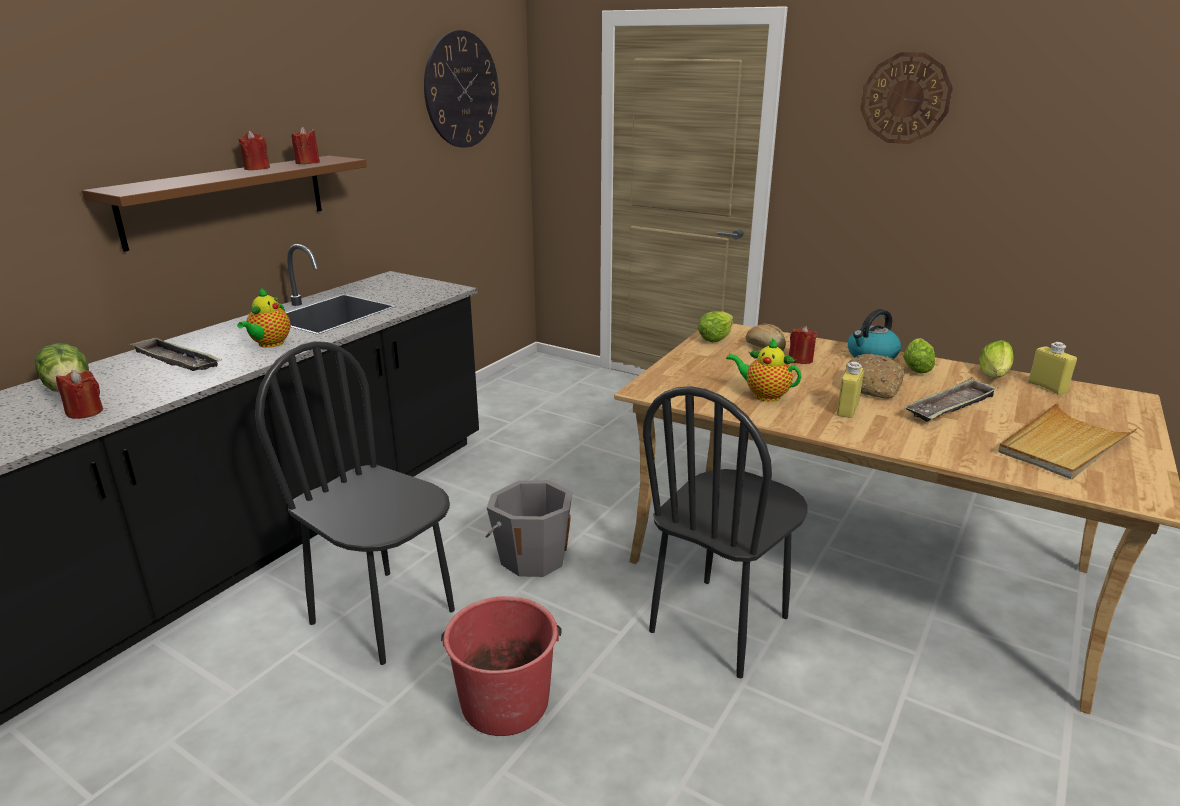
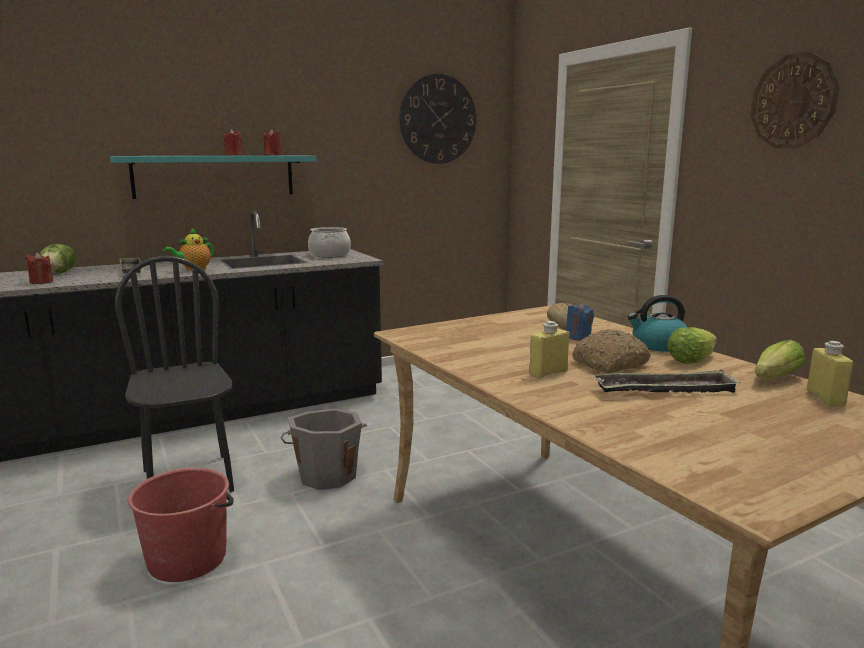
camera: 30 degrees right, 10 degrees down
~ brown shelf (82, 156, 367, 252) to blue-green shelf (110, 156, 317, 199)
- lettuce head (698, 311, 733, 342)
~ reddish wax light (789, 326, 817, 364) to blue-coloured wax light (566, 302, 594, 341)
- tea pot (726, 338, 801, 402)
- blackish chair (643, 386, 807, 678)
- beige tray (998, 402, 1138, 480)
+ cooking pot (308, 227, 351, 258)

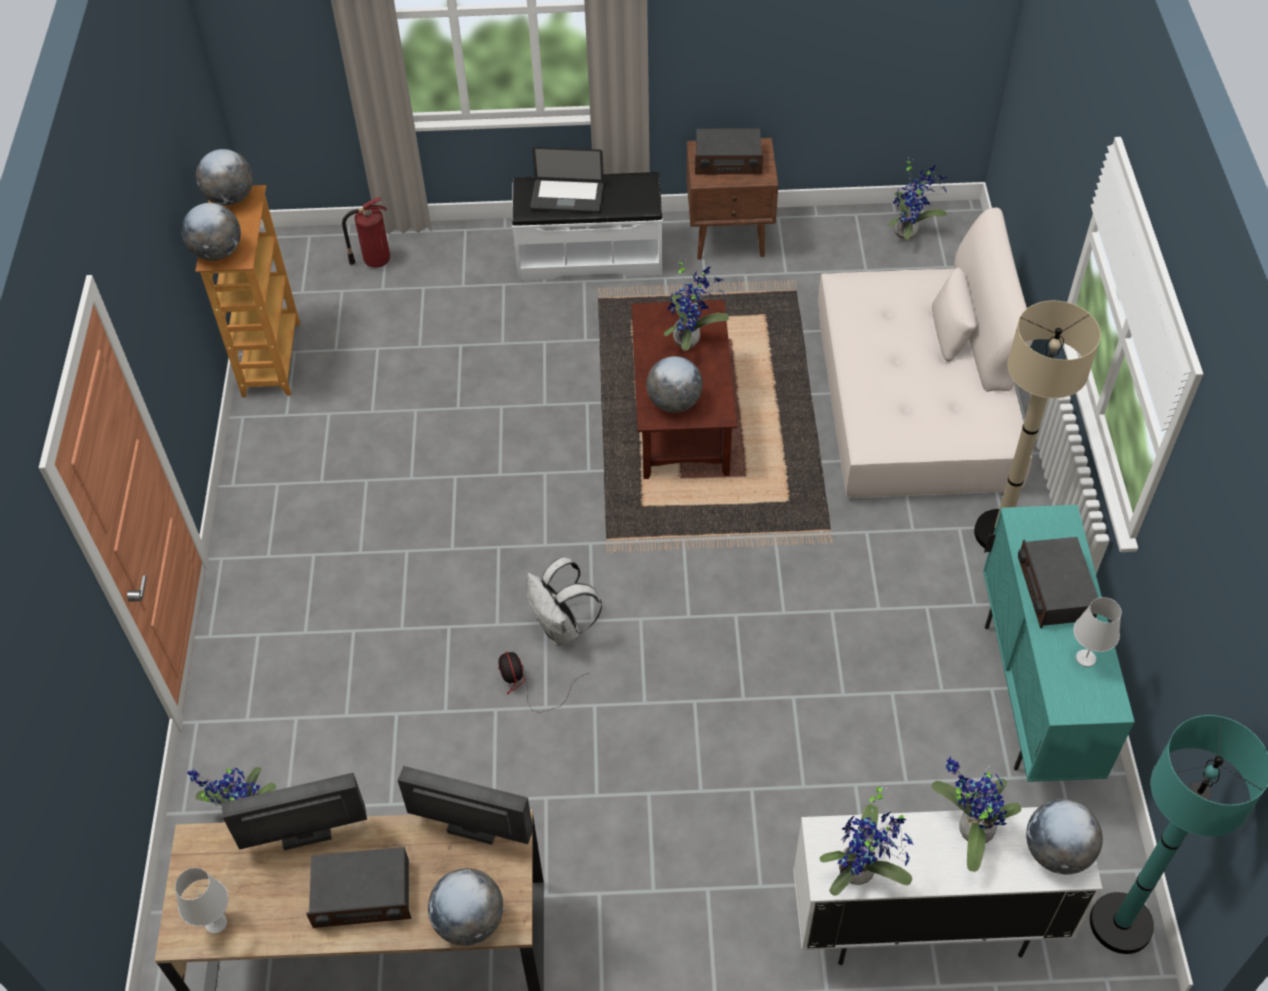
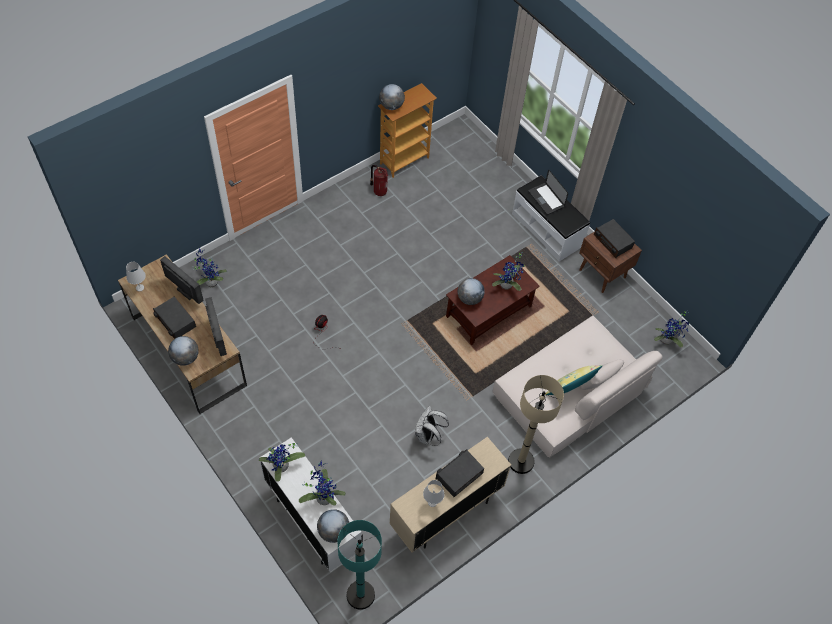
camera: 50 degrees right, 5 degrees up
- globe (196, 149, 253, 206)
~ extinguisher (342, 197, 390, 268) to (370, 165, 388, 196)
~ blue-green cupboard (983, 505, 1135, 782) to beige cupboard (389, 437, 511, 553)
~ white knapsack (526, 557, 602, 646) to (415, 406, 449, 446)
+ yellow-coloured pillow (545, 365, 603, 395)

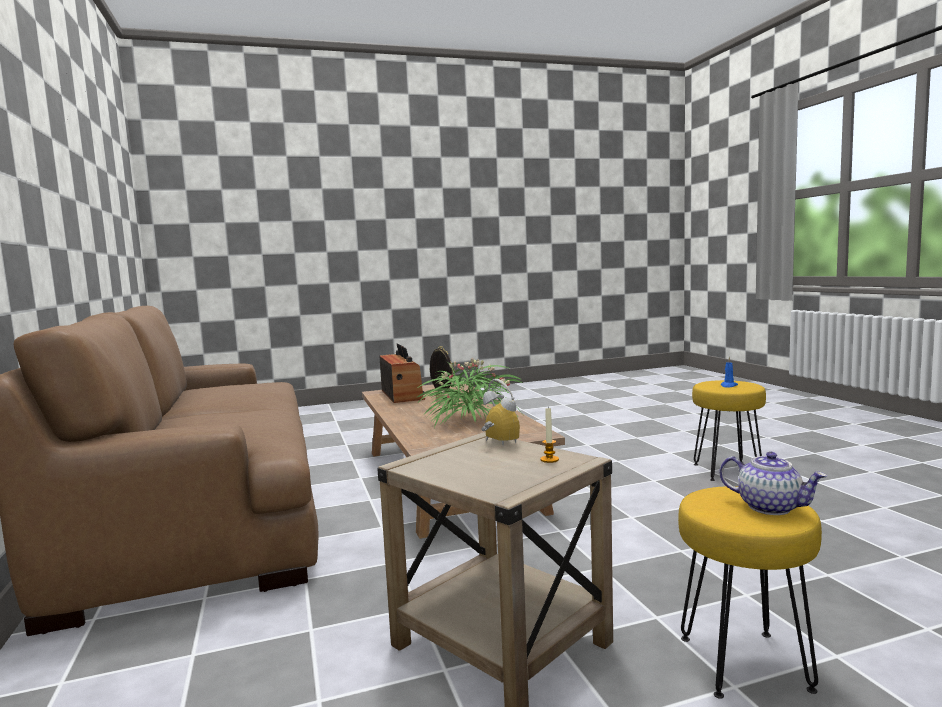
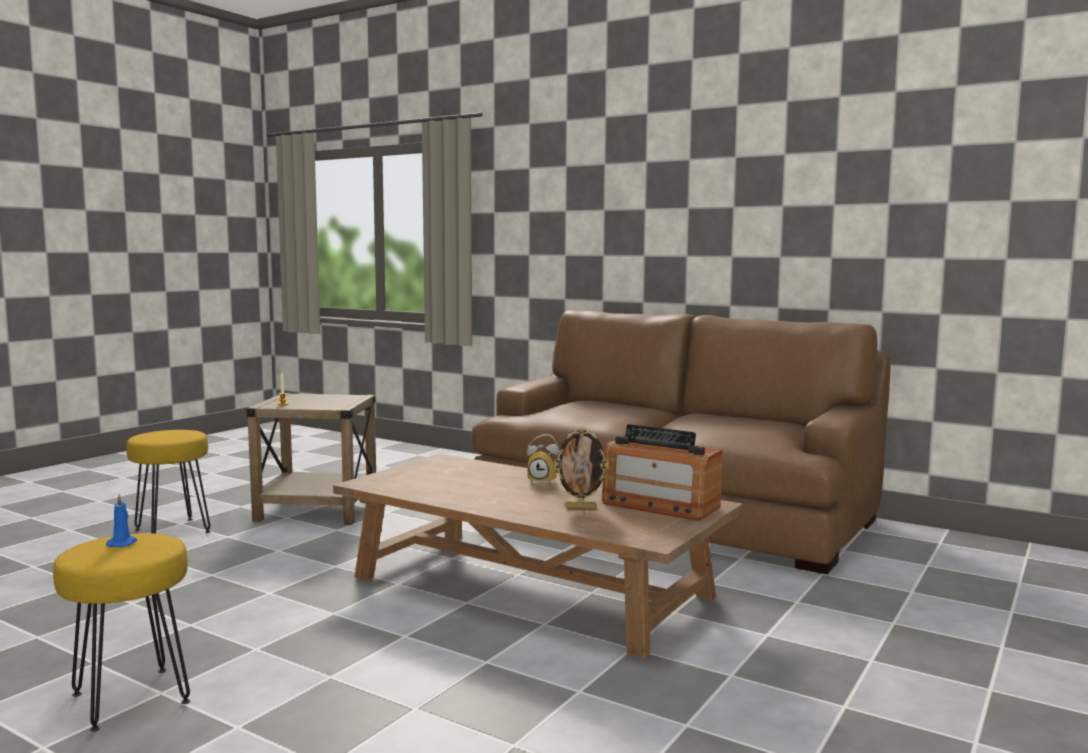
camera: 140 degrees right, 0 degrees up
- houseplant (416, 358, 523, 428)
~ bedside clock (481, 379, 520, 445) to (527, 434, 560, 484)
- tea pot (719, 452, 827, 515)

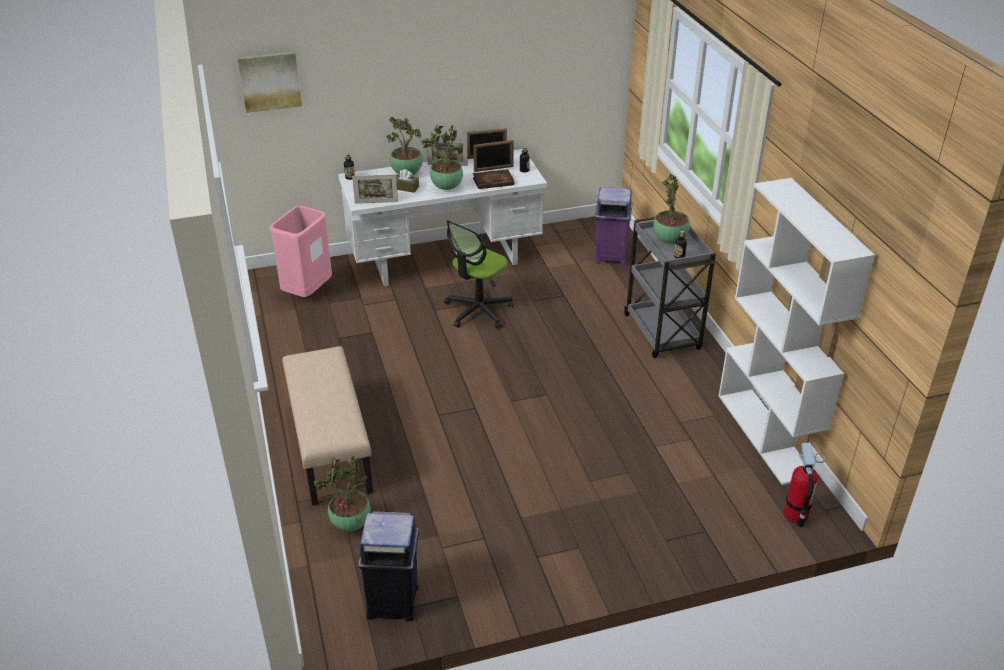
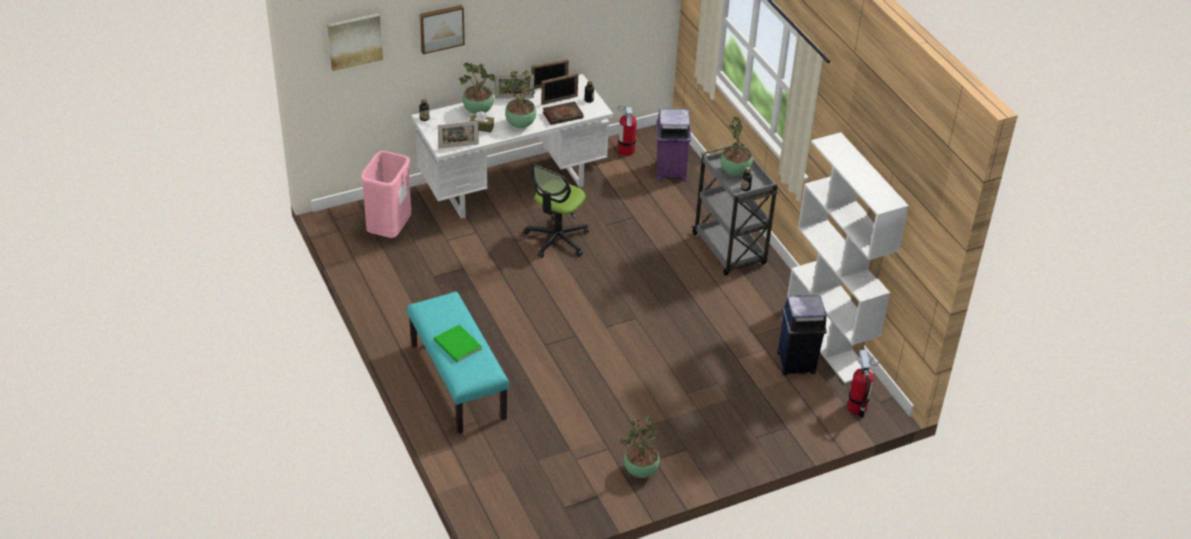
camera: 10 degrees left, 5 degrees up
~ beige indoor bench (282, 346, 373, 506) to blue-green indoor bench (407, 292, 509, 434)
~ houseplant (314, 456, 371, 532) to (620, 416, 660, 478)
~ blue-coloured waste bin (358, 511, 419, 622) to (777, 295, 827, 375)
+ picture (419, 5, 465, 54)
+ extinguisher (618, 106, 637, 156)
+ green-coloured bound book (434, 324, 482, 362)

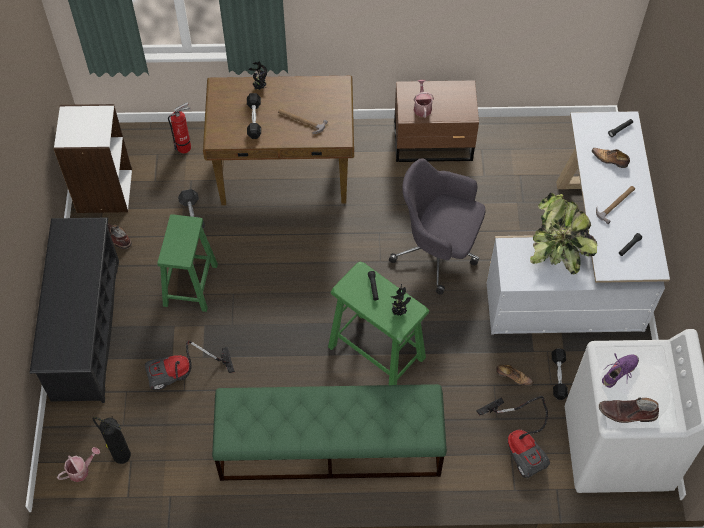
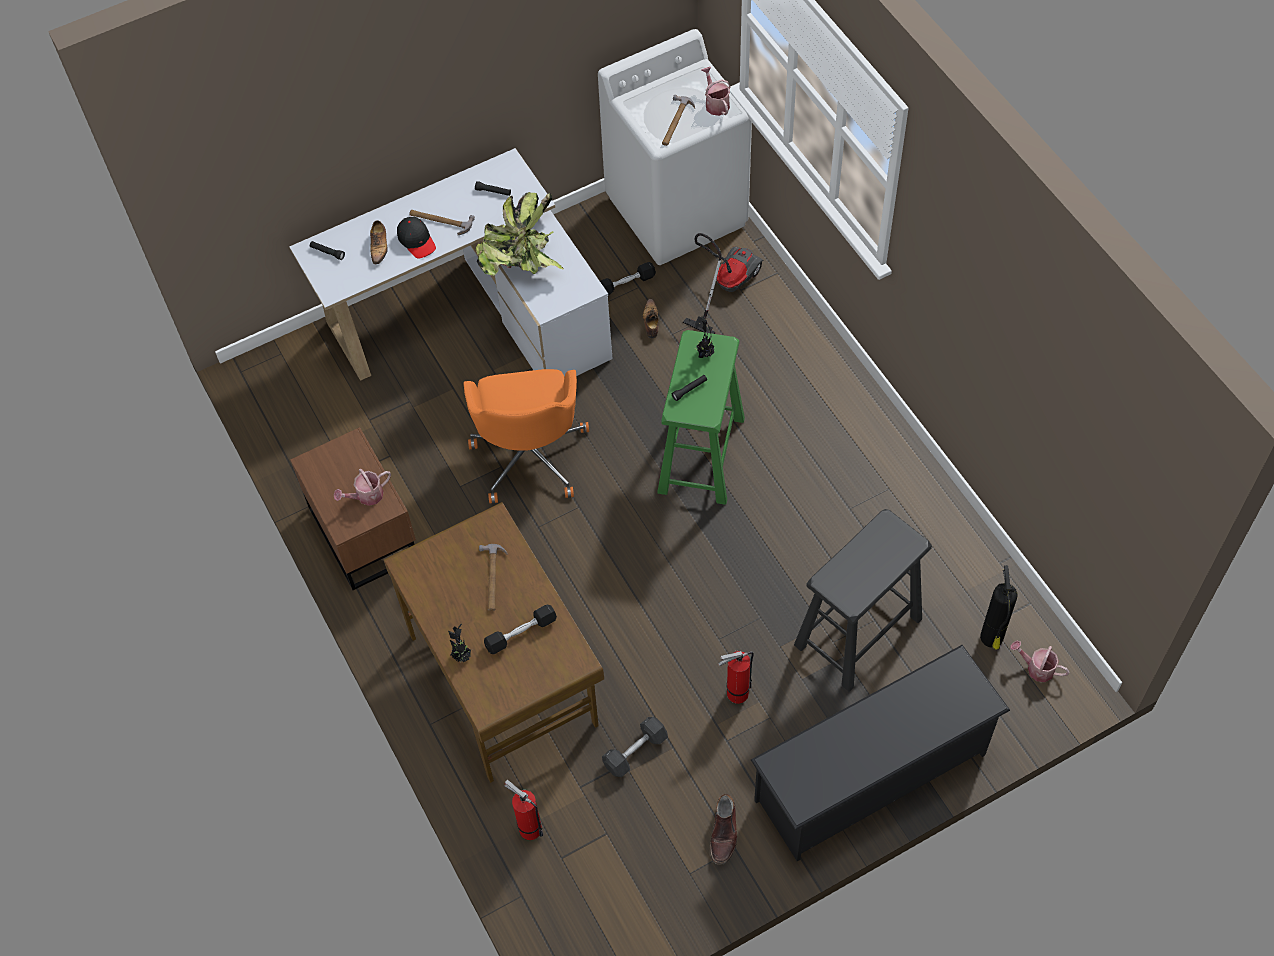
camera: 115 degrees left, 0 degrees up
- white bookshelf (54, 104, 132, 213)
~ gray desk chair (389, 159, 485, 295) to orange-coloured desk chair (464, 369, 589, 504)
~ green-coloured stool (157, 214, 218, 312) to extinguisher (718, 651, 754, 704)
~ hoover (145, 340, 235, 391) to blackish stool (794, 509, 932, 691)
~ purple shoe (602, 353, 639, 388) to tool hammer (662, 95, 695, 146)
- green-coloured indoor bench (212, 384, 447, 481)
~ brown boot (599, 397, 659, 423) to sprinkling can (702, 67, 731, 116)
+ blackish baseball cap (397, 217, 436, 259)

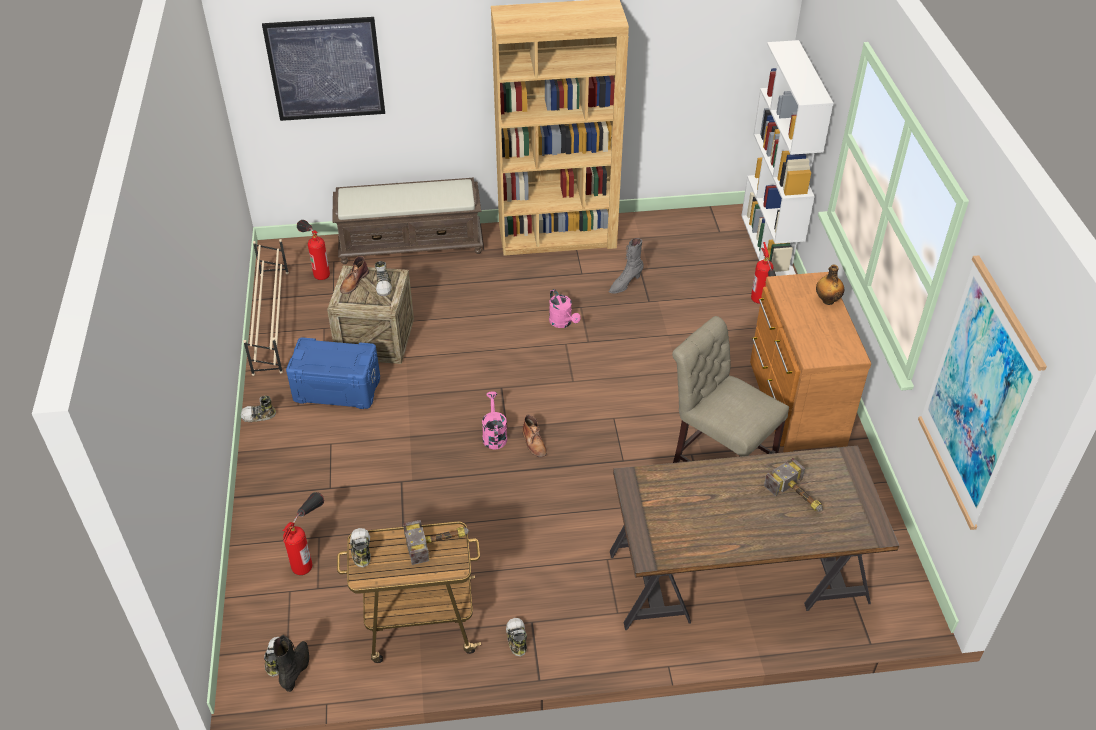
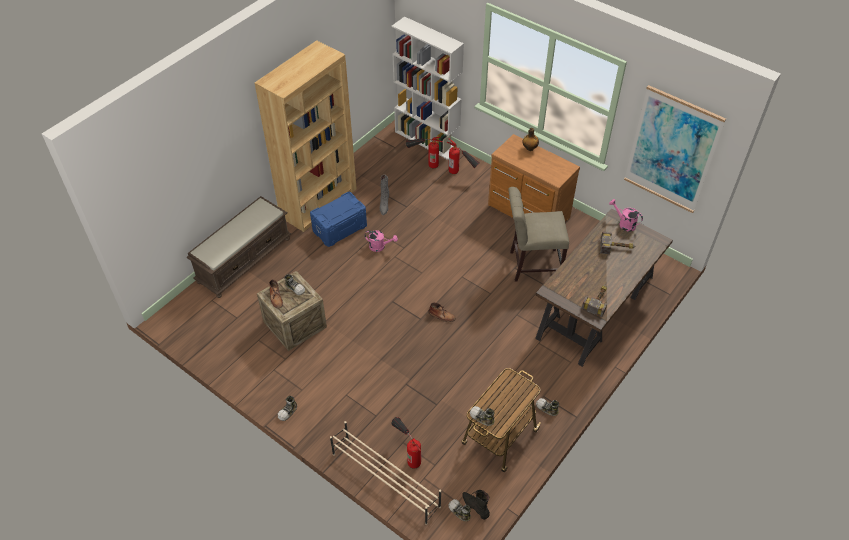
camera: 45 degrees left, 5 degrees up
- picture (262, 17, 385, 121)
~ extinguisher (297, 220, 330, 280) to (406, 137, 443, 168)
~ beige shoe rack (243, 239, 289, 376) to (330, 421, 441, 525)
~ blue-coloured storage container (286, 337, 380, 409) to (310, 192, 367, 247)
~ pinkish sprinkling can (482, 391, 507, 449) to (609, 199, 643, 232)
~ tool hammer (403, 520, 469, 565) to (582, 285, 607, 317)

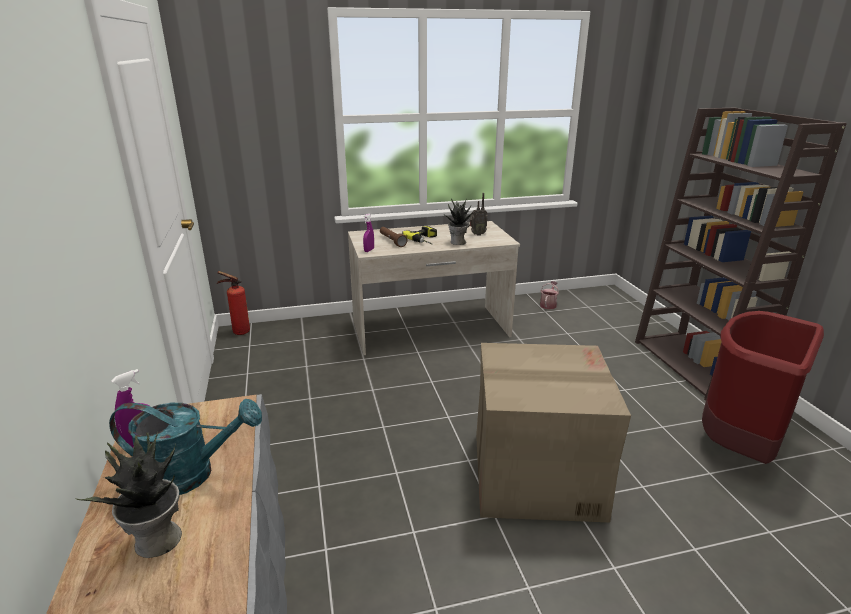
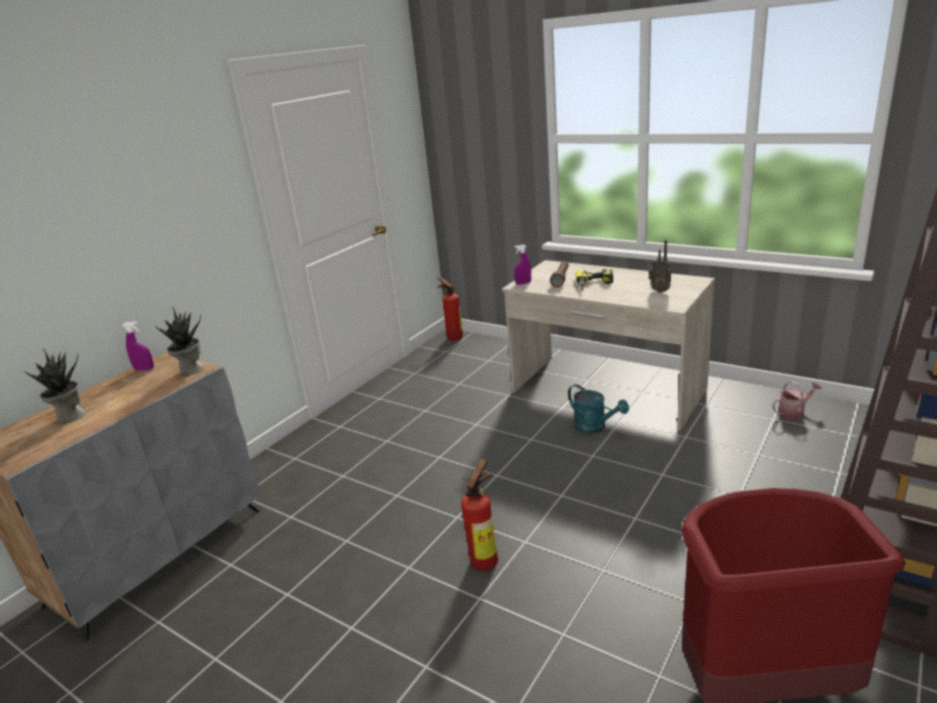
camera: 50 degrees right, 0 degrees up
~ houseplant (443, 198, 474, 245) to (156, 307, 204, 376)
~ carton (476, 343, 631, 523) to extinguisher (461, 459, 498, 571)
~ blue-green sprinkling can (109, 399, 262, 495) to (568, 384, 629, 434)

